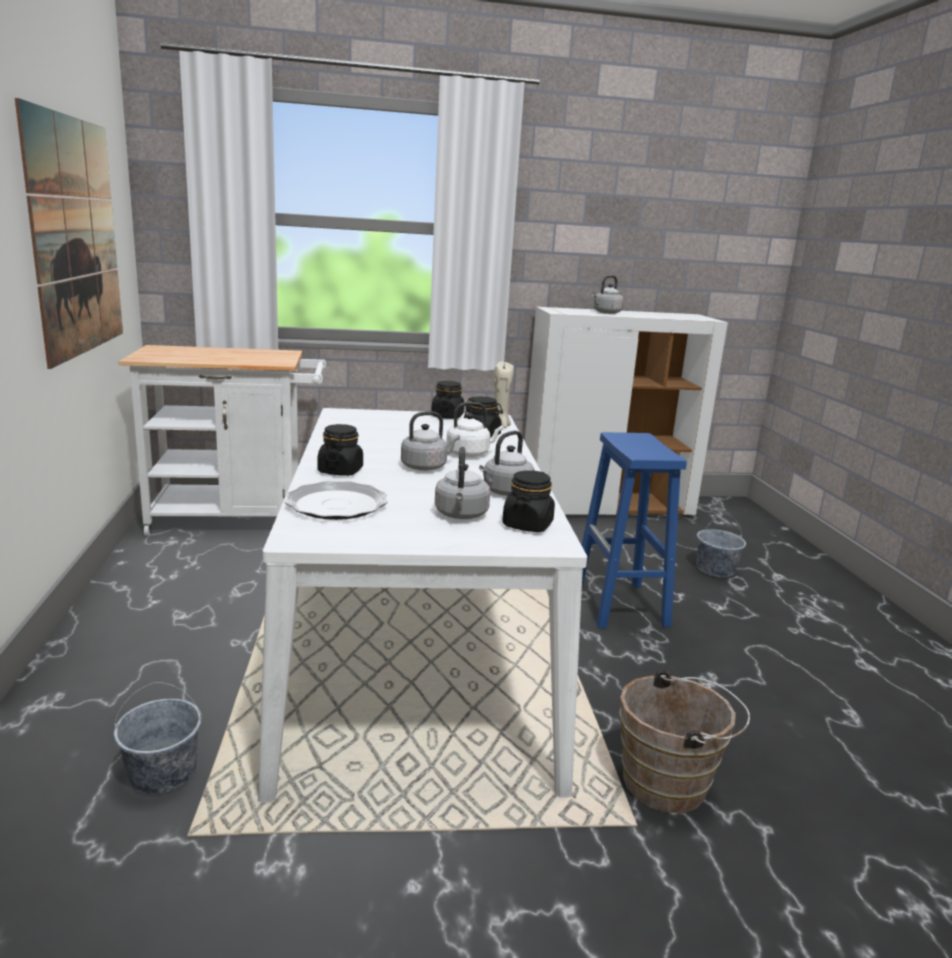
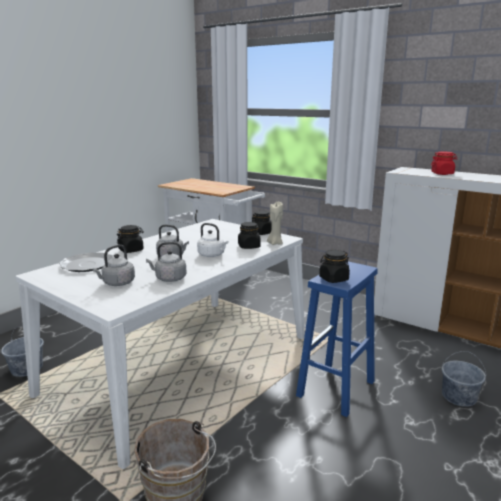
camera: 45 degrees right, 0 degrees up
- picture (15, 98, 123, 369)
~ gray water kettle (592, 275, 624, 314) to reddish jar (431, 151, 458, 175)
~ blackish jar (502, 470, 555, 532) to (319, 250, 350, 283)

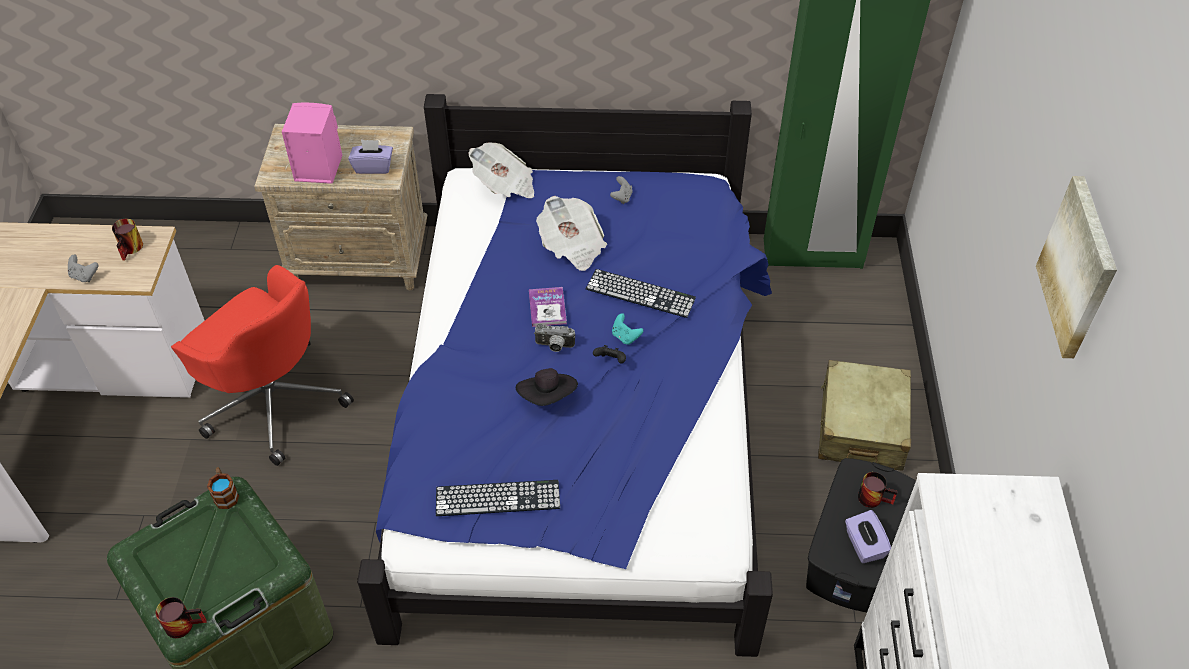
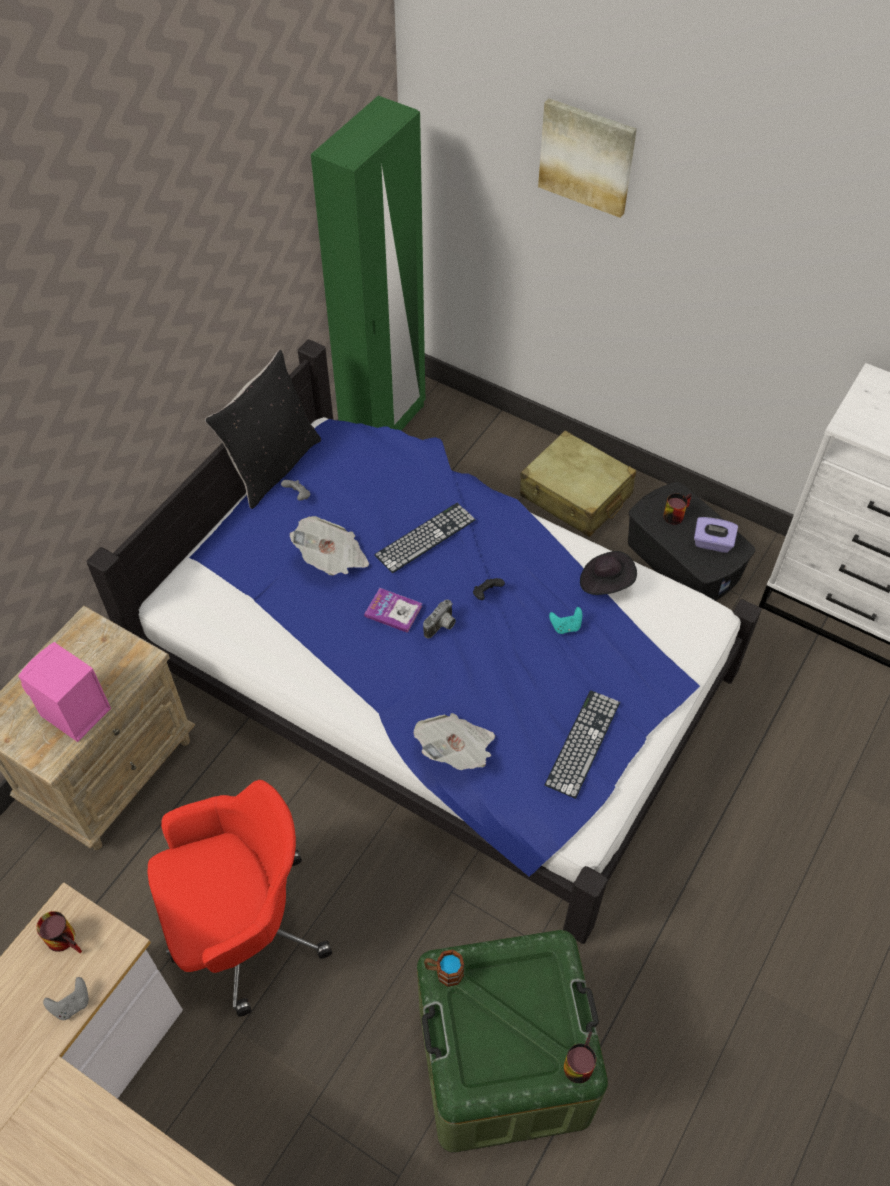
camera: 60 degrees left, 5 degrees up
- purple tissue box (348, 140, 393, 174)
~ daily paper (468, 143, 534, 198) to (414, 713, 495, 770)
~ picture (1036, 176, 1117, 358) to (538, 98, 637, 218)
~ blue-green game controller (612, 313, 643, 345) to (549, 607, 582, 634)
~ blackish clothing hat (516, 368, 578, 406) to (580, 551, 637, 595)
+ blackish pillow (205, 350, 321, 509)

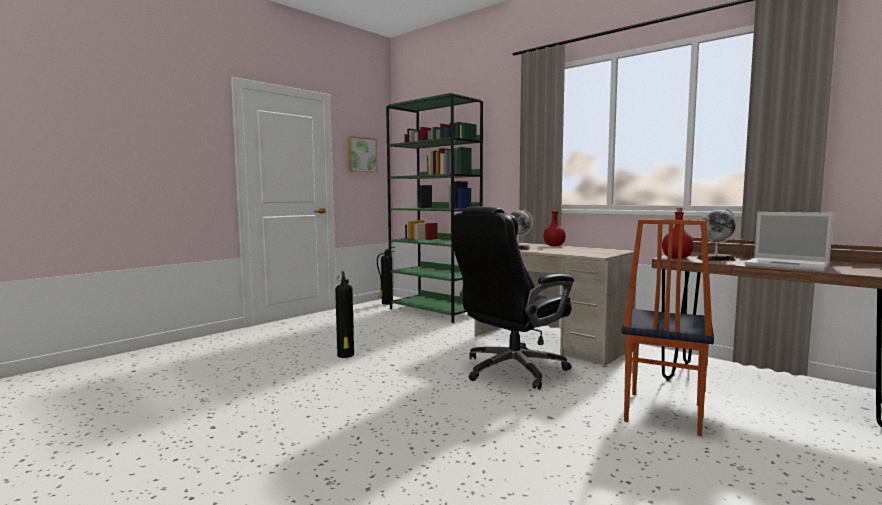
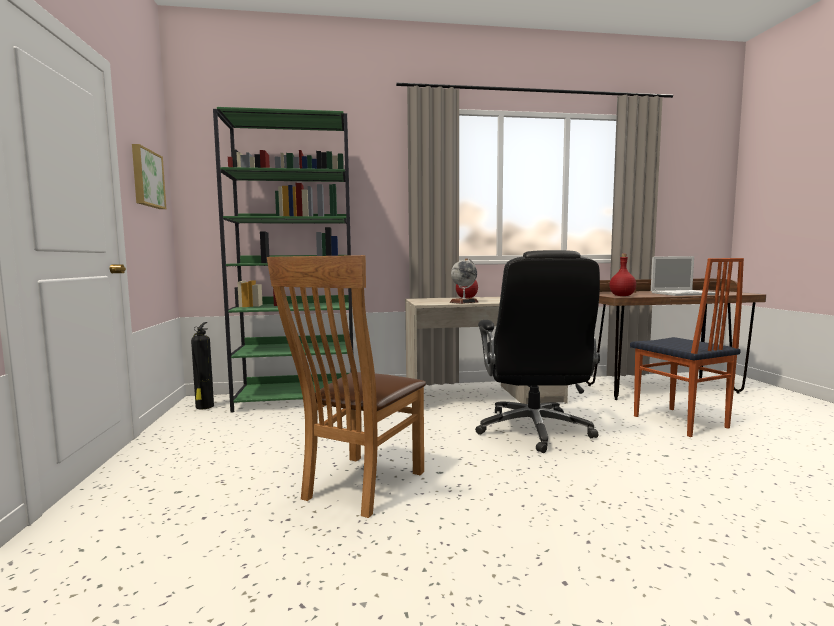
camera: 50 degrees left, 0 degrees up
- globe (697, 208, 736, 261)
~ extinguisher (335, 271, 354, 358) to brown chair (267, 255, 426, 518)

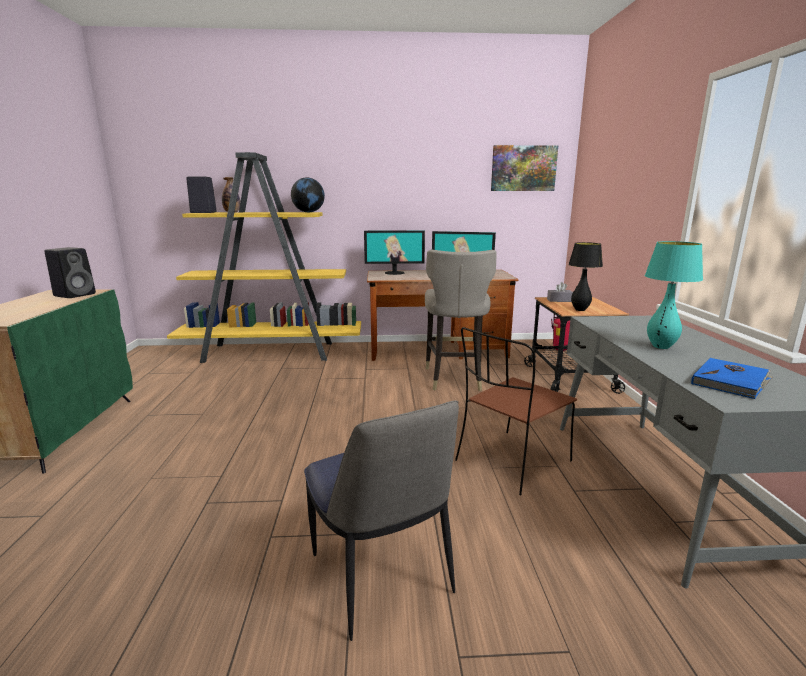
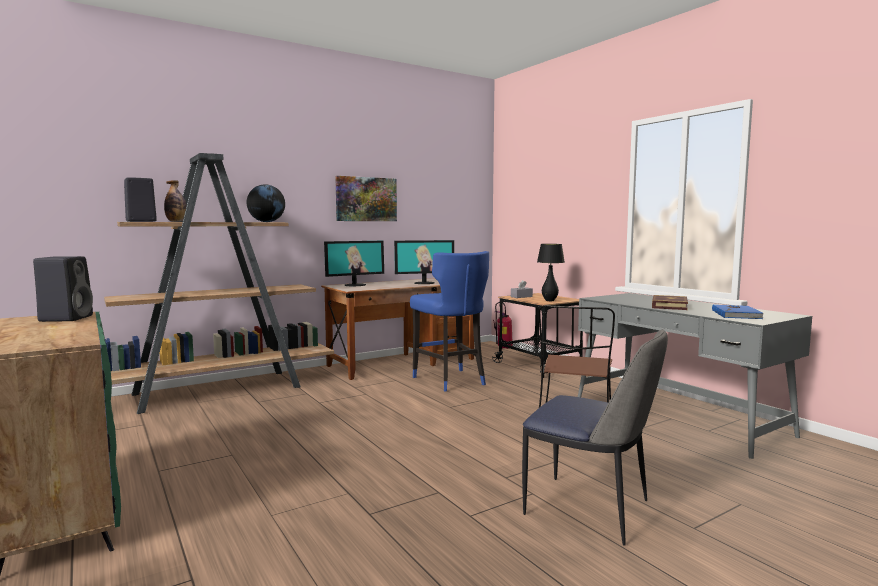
camera: 30 degrees left, 10 degrees down
~ picture (491, 145, 558, 191) to (335, 176, 397, 221)
~ yellow-coloured bookshelf (167, 152, 361, 363) to brown bookshelf (104, 153, 334, 414)
~ blue-green lamp for a table (645, 241, 703, 349) to bound book (652, 295, 688, 310)
~ gray stool (425, 250, 497, 391) to blue-coloured stool (410, 251, 489, 392)

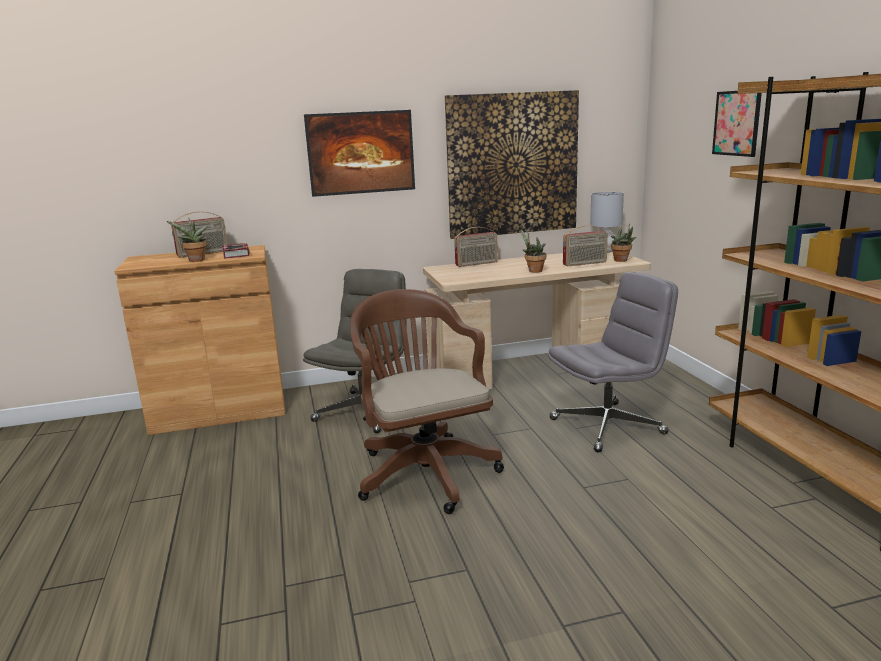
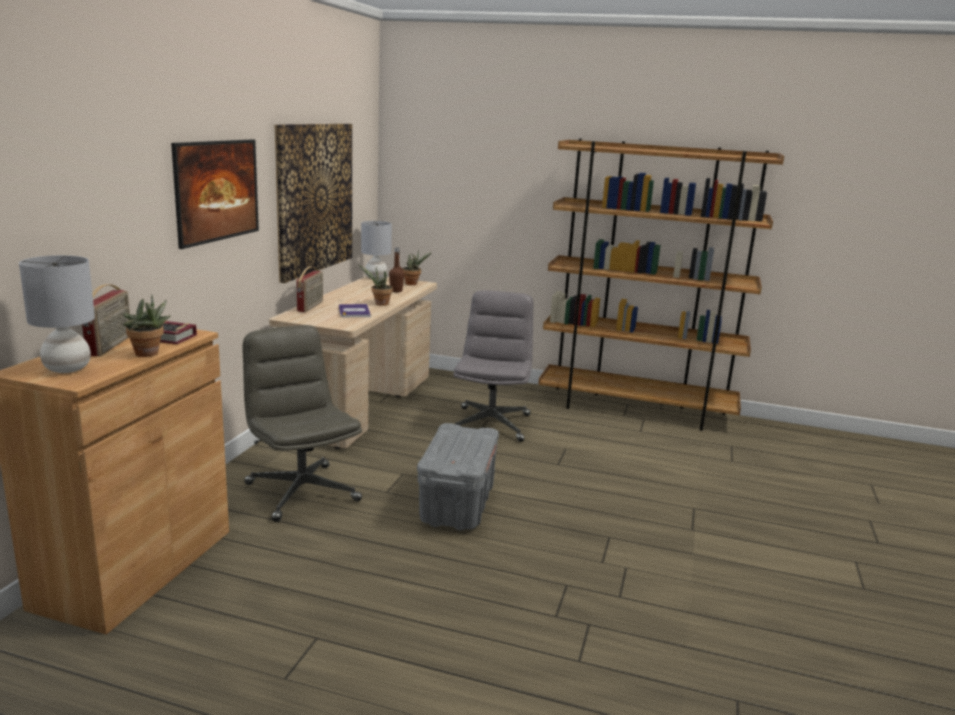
camera: 60 degrees left, 0 degrees up
- picture (712, 91, 762, 157)
~ radio (563, 225, 608, 266) to brown beverage bottle (389, 247, 404, 292)
~ brown desk chair (350, 289, 504, 514) to gray storage container (417, 423, 499, 531)
+ gray lamp for a table (19, 255, 95, 373)
+ bound book (339, 304, 371, 317)

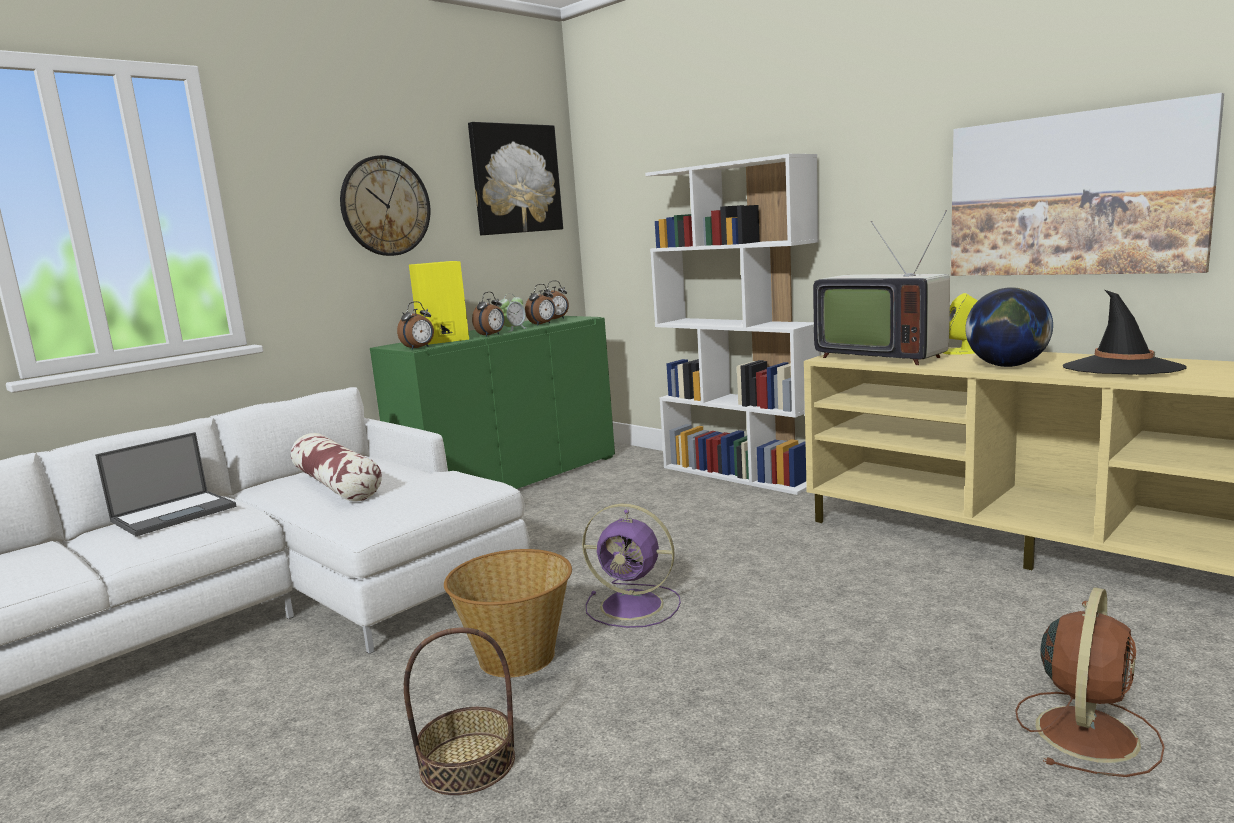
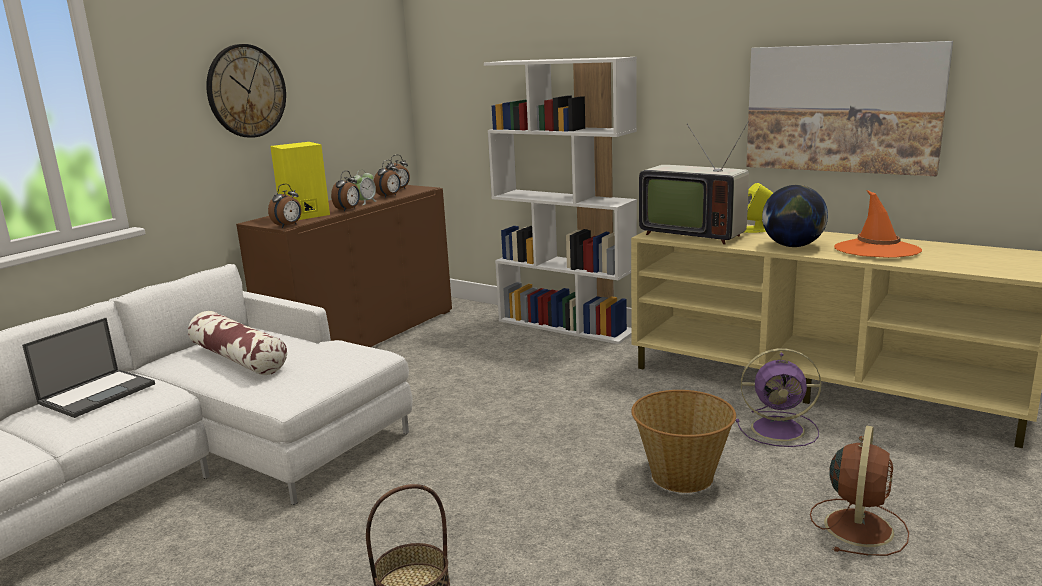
camera: 10 degrees left, 5 degrees up
- picture (468, 122, 563, 235)
~ blackish clothing hat (1063, 290, 1187, 375) to orange-coloured clothing hat (834, 190, 922, 258)
~ green-coloured cupboard (370, 316, 615, 489) to brown cupboard (236, 185, 452, 347)
~ purple fan (582, 504, 681, 628) to (736, 348, 821, 447)
~ household basket (444, 549, 572, 677) to (631, 390, 736, 493)

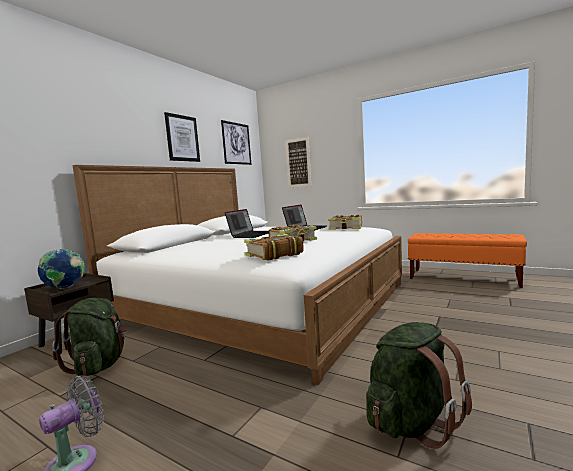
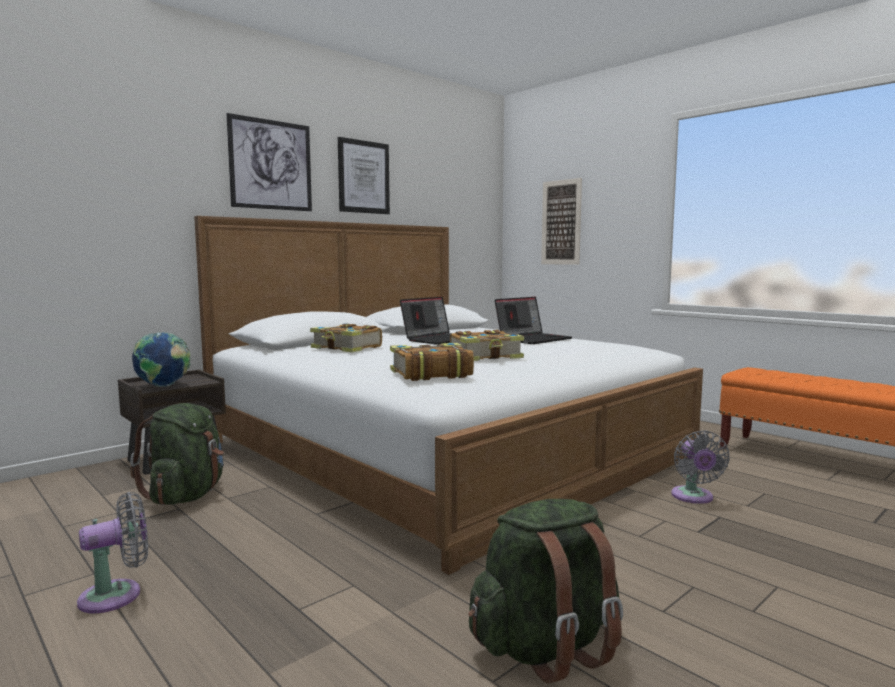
camera: 15 degrees right, 0 degrees up
~ picture (221, 120, 251, 165) to (227, 113, 312, 211)
~ bound book (328, 215, 362, 230) to (310, 324, 382, 352)
+ gray fan (671, 430, 730, 504)

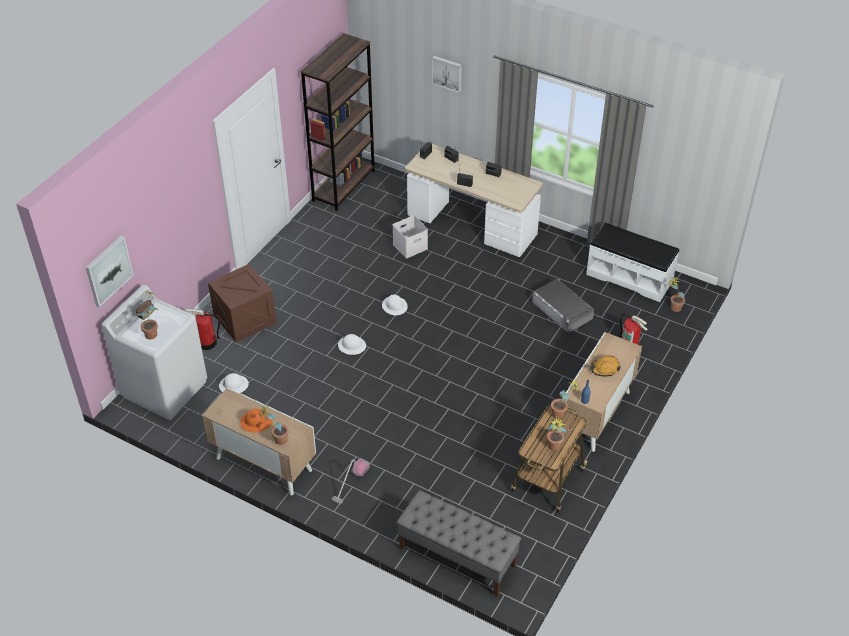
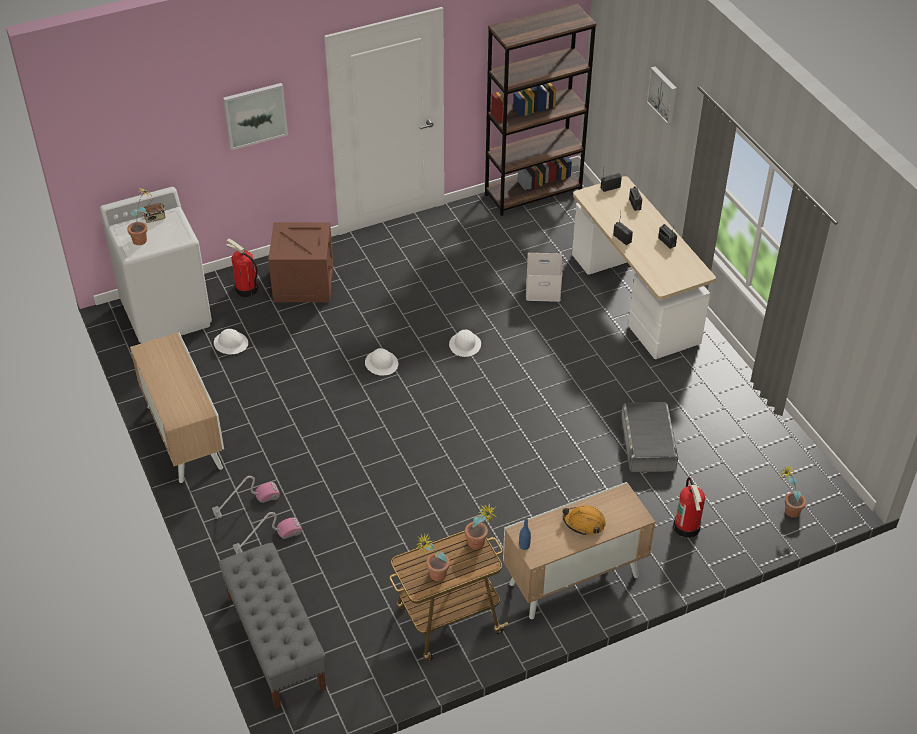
camera: 35 degrees right, 0 degrees up
- white indoor bench (586, 223, 679, 302)
~ picture (86, 235, 134, 307) to (223, 83, 288, 150)
- houseplant (259, 405, 289, 445)
- orange-coloured work helmet (240, 409, 273, 433)
+ hoover (233, 512, 302, 554)

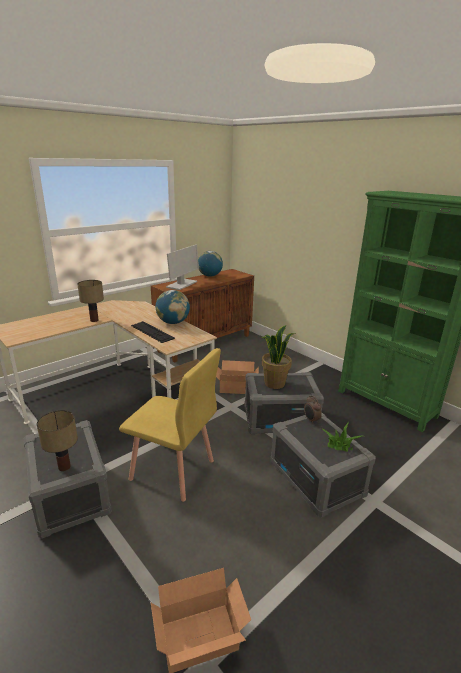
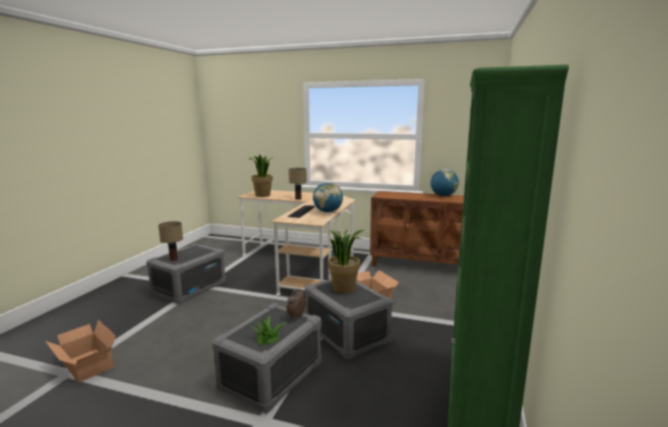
camera: 60 degrees right, 10 degrees down
- monitor (166, 245, 199, 290)
- yellow-coloured chair (119, 348, 221, 502)
+ houseplant (249, 155, 273, 197)

